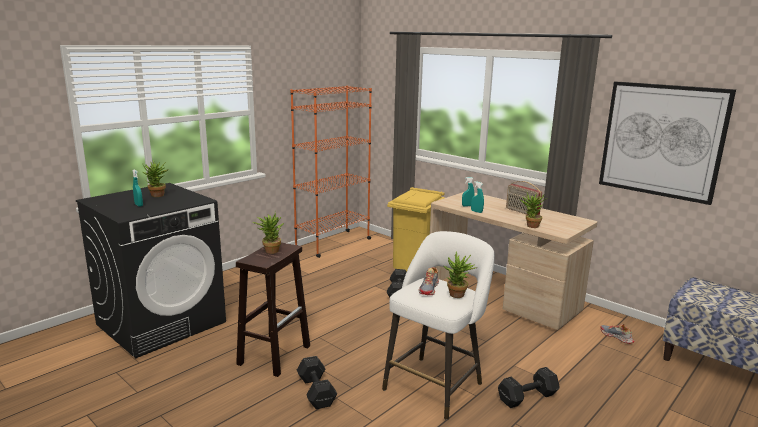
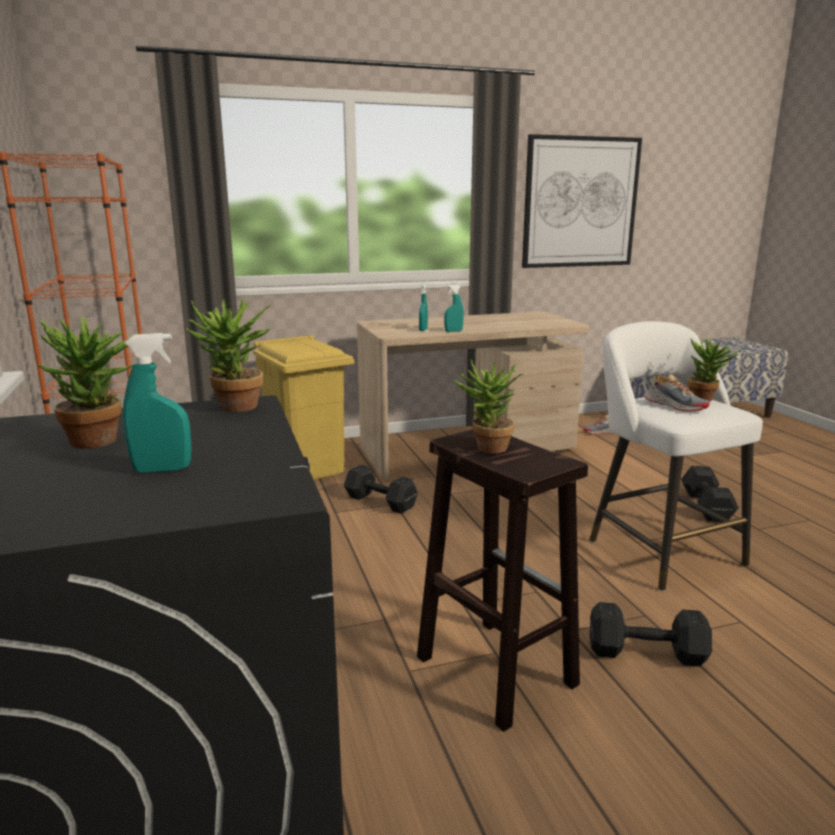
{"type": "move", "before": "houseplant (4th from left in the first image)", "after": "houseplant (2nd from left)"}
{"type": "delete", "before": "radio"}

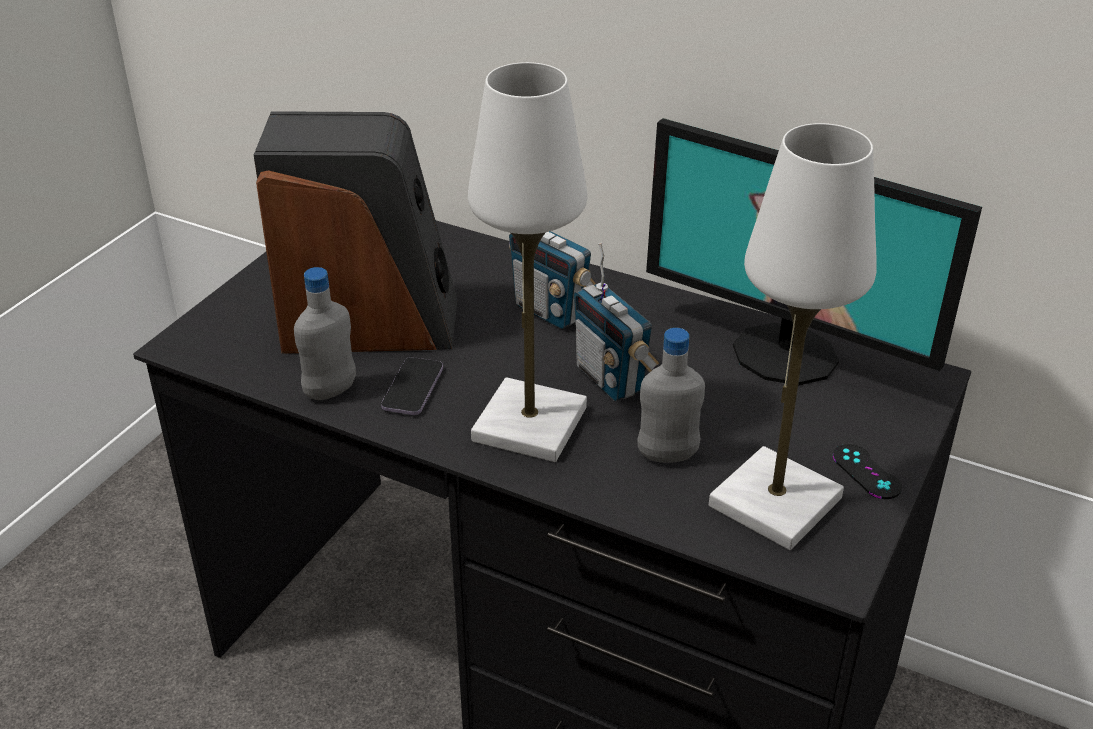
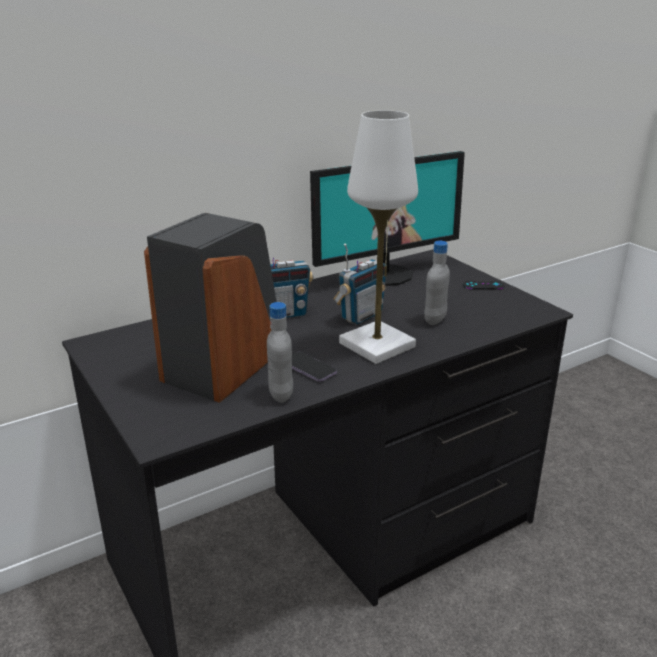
{"type": "rotate", "before": "radio (2nd from left)", "turn": -45}
{"type": "delete", "before": "white-coloured lamp for a table (2nd from left)"}

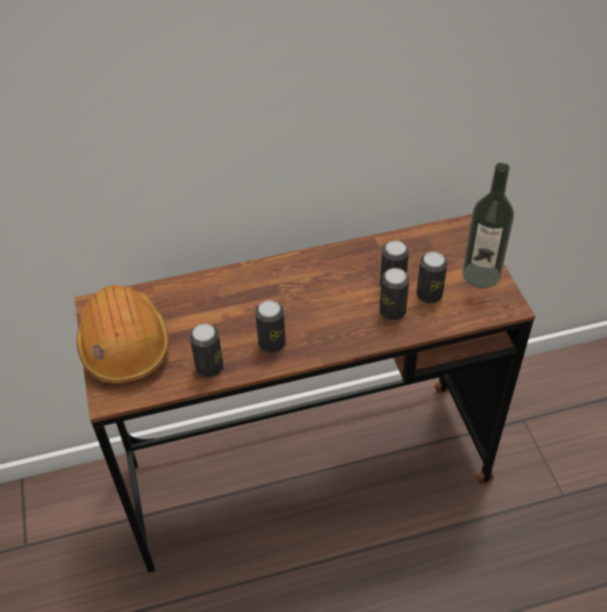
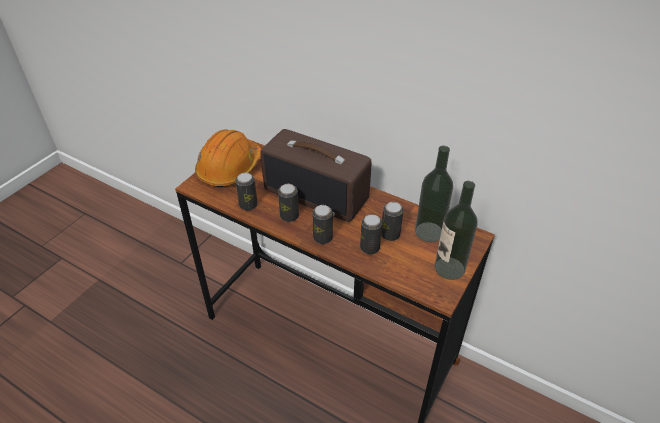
{"type": "insert", "after": "radio"}
{"type": "move", "before": "metal can (5th from left in the first image)", "after": "metal can (3rd from left)"}
{"type": "insert", "after": "bottle (1st from left)"}

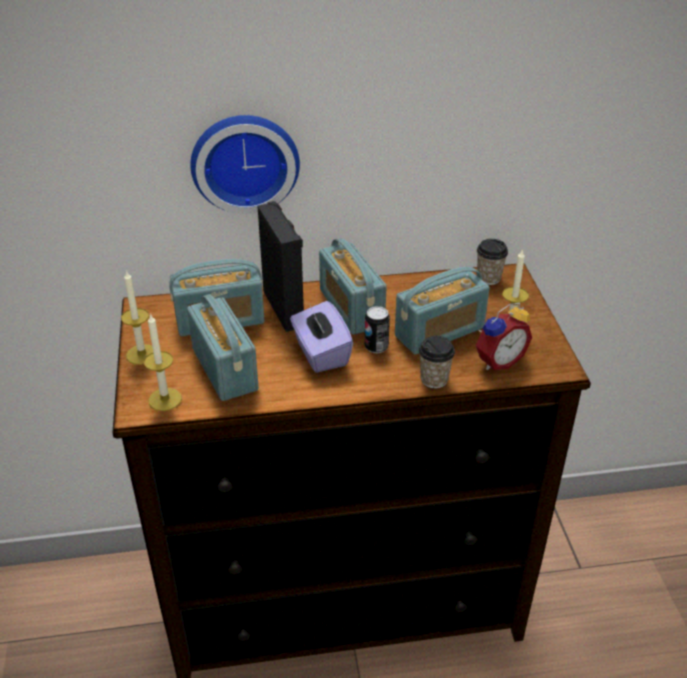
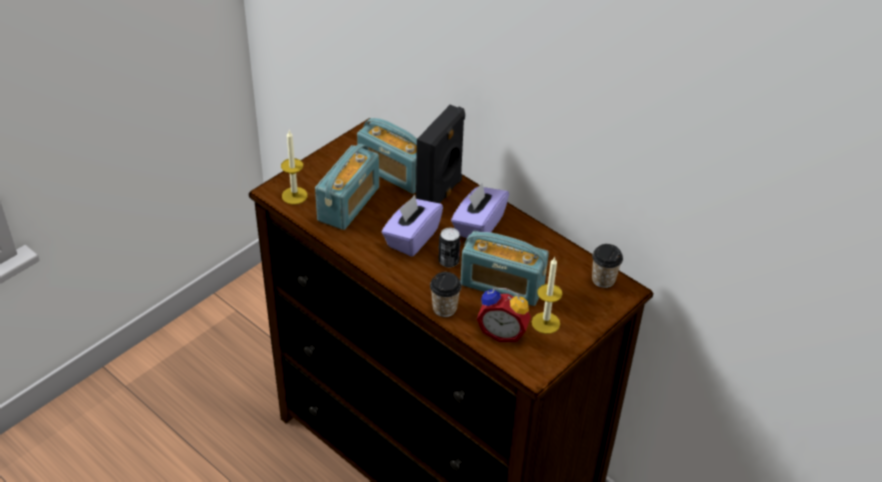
{"type": "replace", "before": "radio (3rd from left)", "after": "purple-coloured tissue holder (2nd from left)"}
{"type": "delete", "before": "wax light (1st from left)"}
{"type": "delete", "before": "wall clock"}

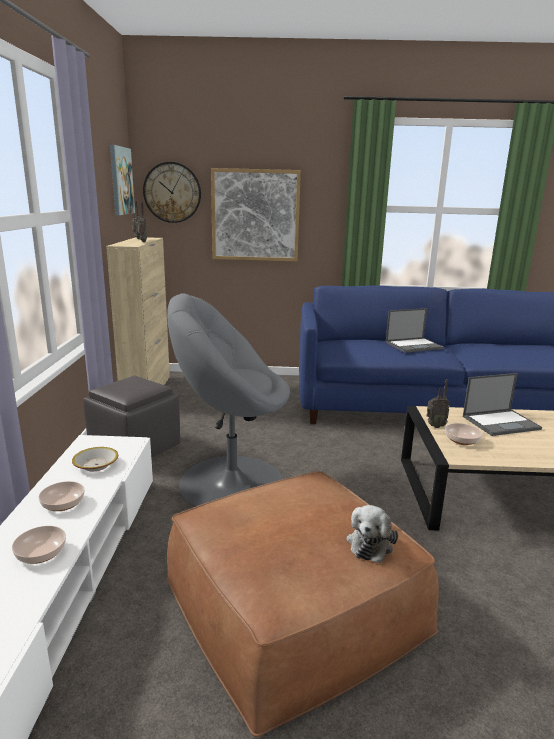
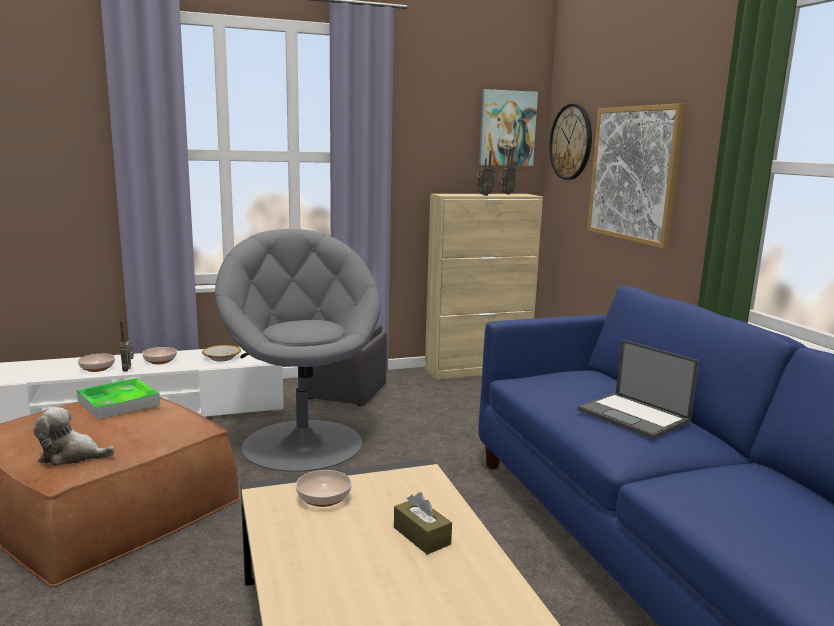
{"type": "insert", "after": "serving tray"}
{"type": "move", "before": "radio (3rd from left in the first image)", "after": "radio (1st from left)"}
{"type": "replace", "before": "laptop (2nd from left)", "after": "brownish tissue holder"}

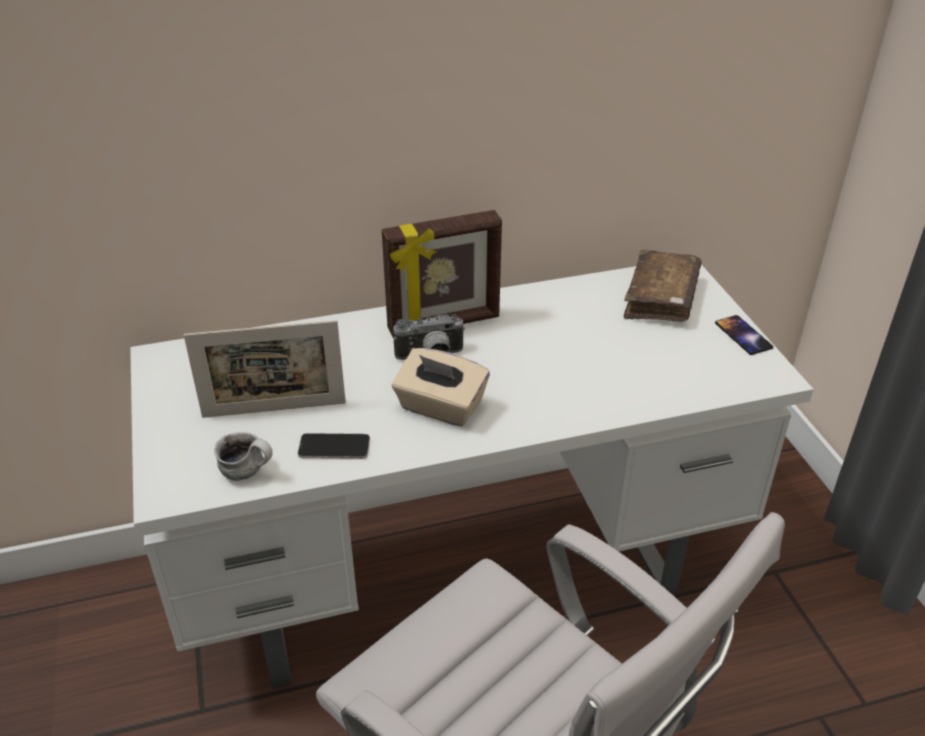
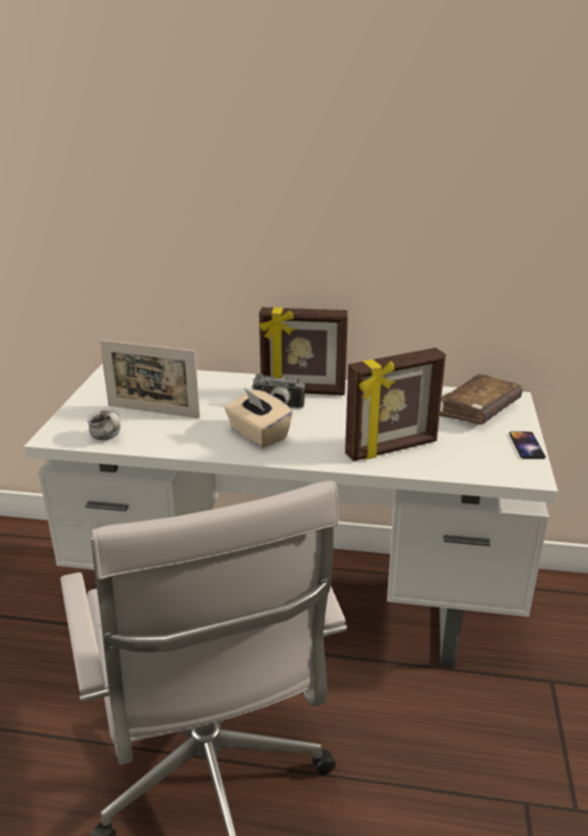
{"type": "insert", "after": "photo frame (3rd from left)"}
{"type": "delete", "before": "handset (1st from left)"}

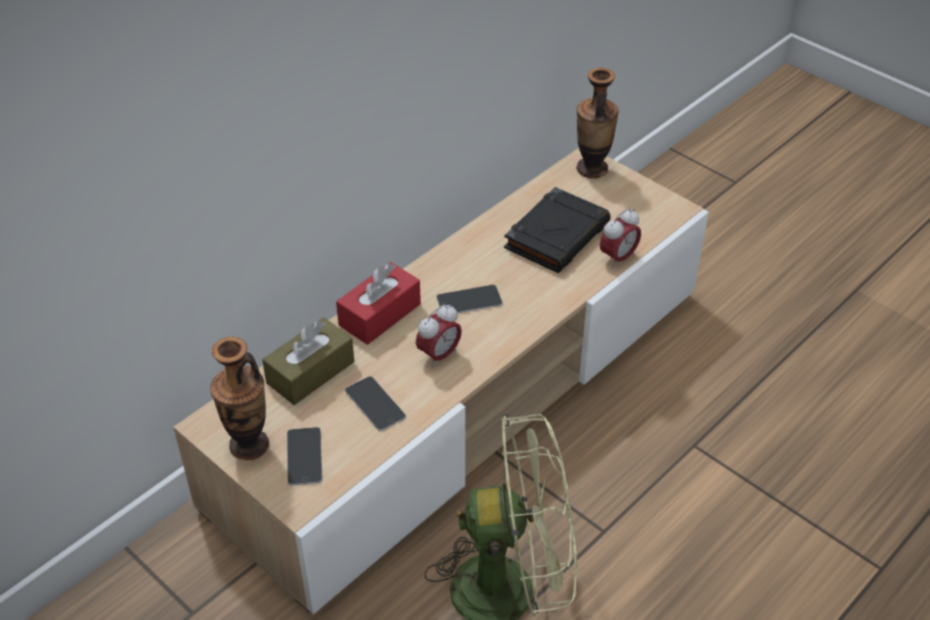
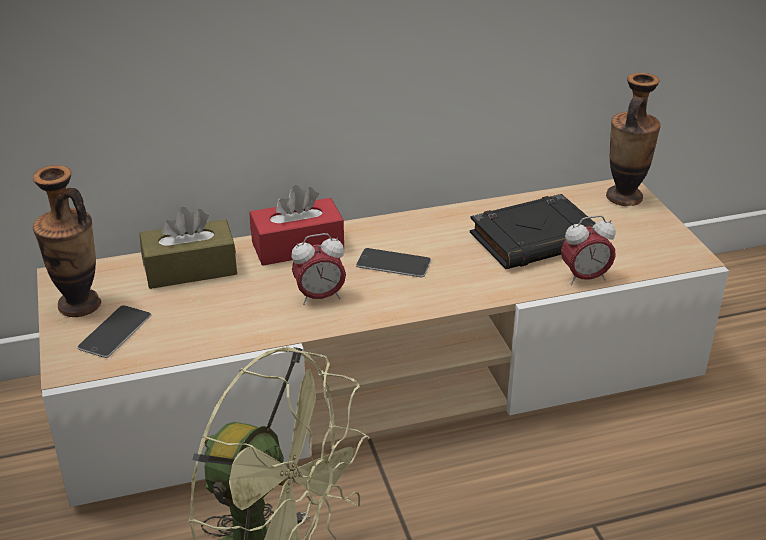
{"type": "delete", "before": "handset (2nd from left)"}

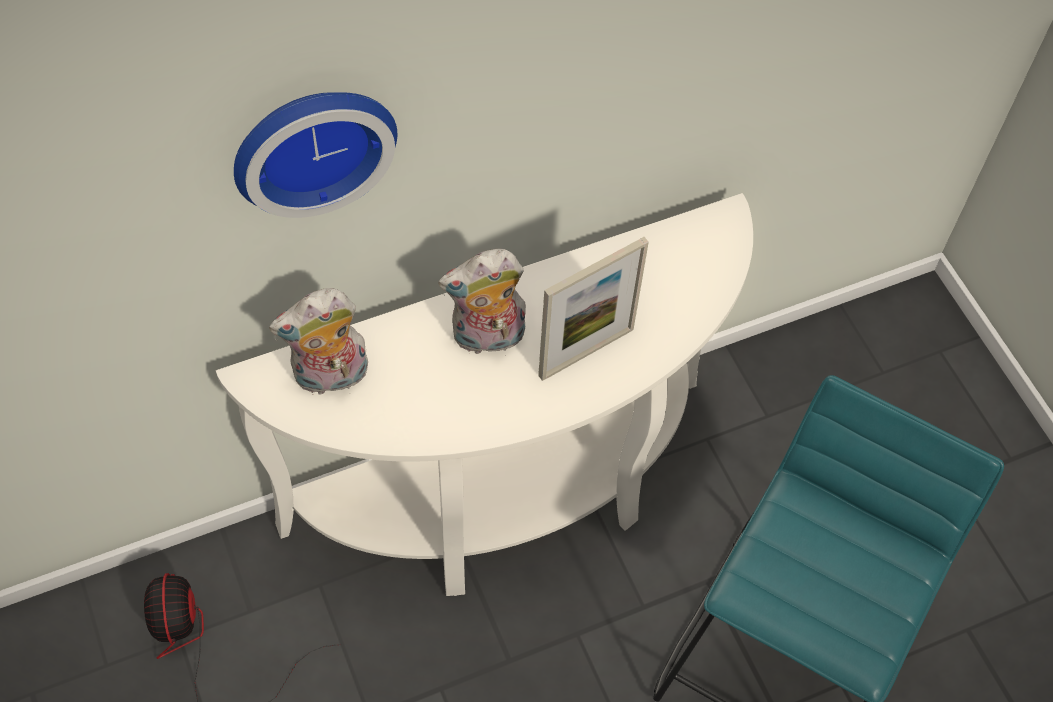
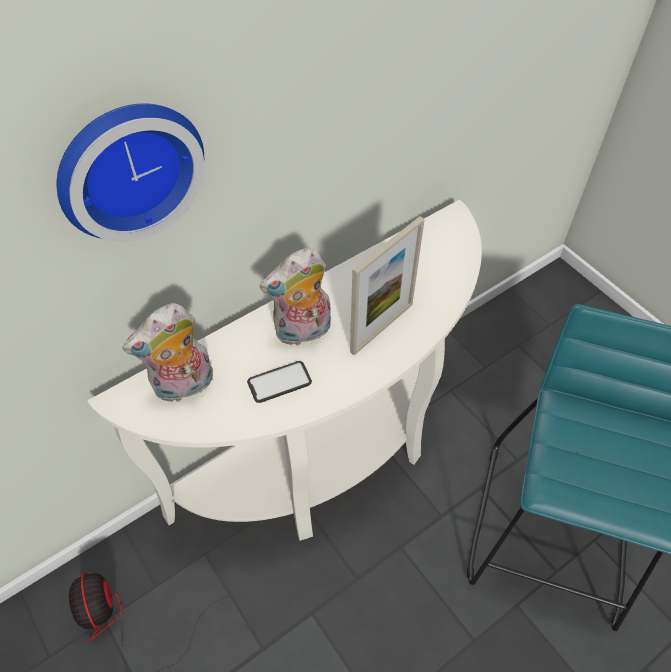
{"type": "insert", "after": "handset"}

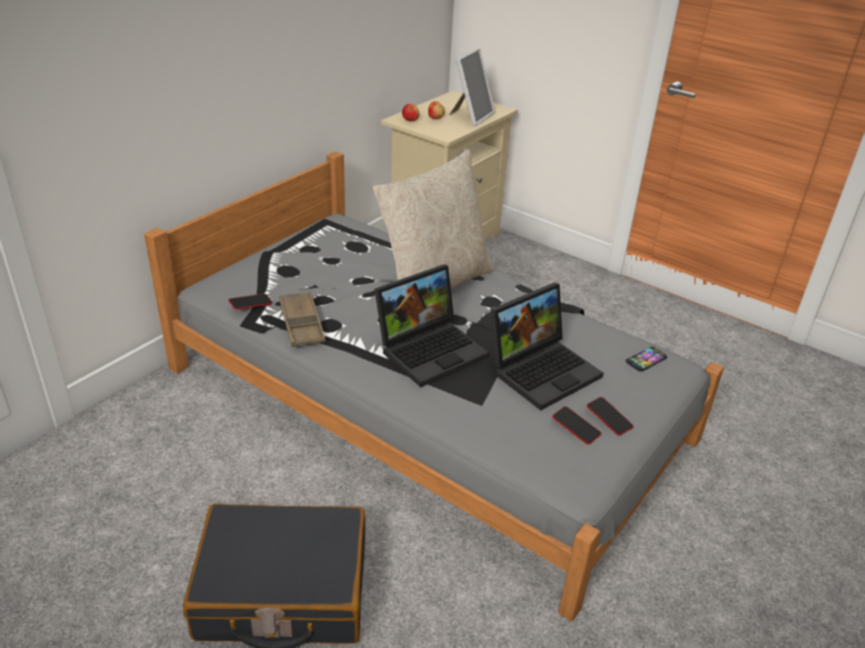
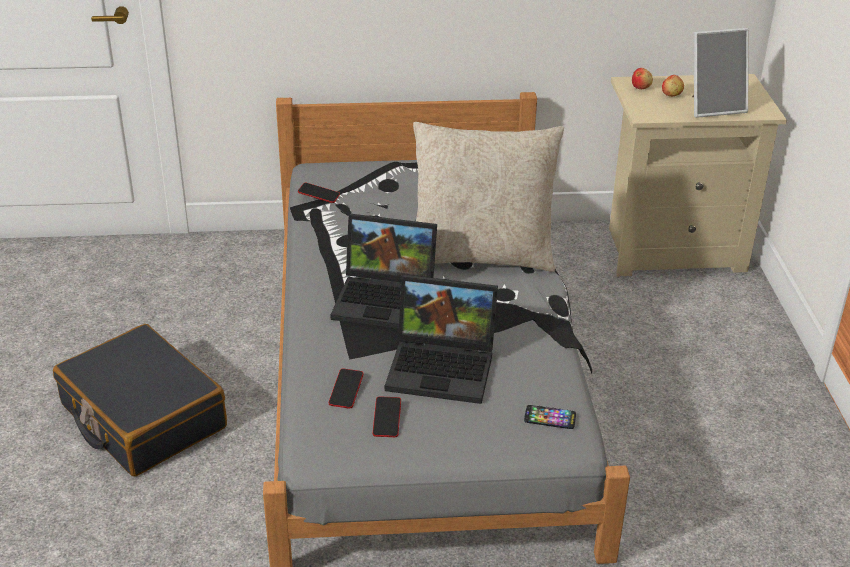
{"type": "move", "before": "handset (3rd from left in the first image)", "after": "handset (2nd from left)"}
{"type": "delete", "before": "brownish serving tray"}

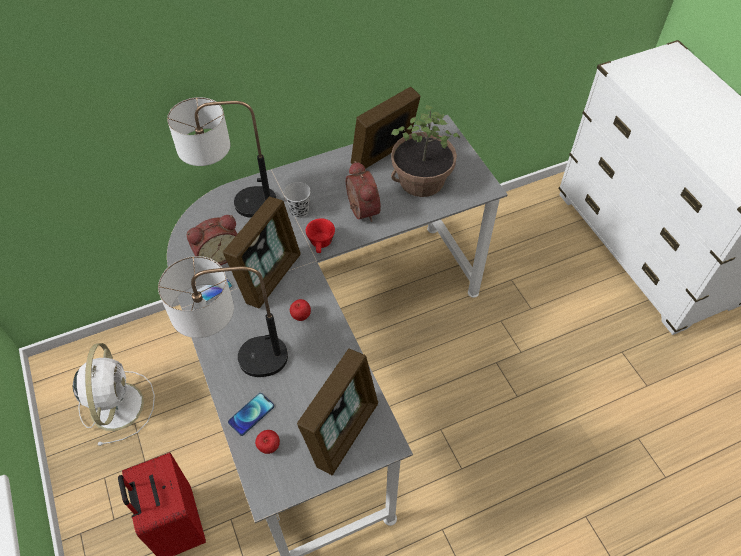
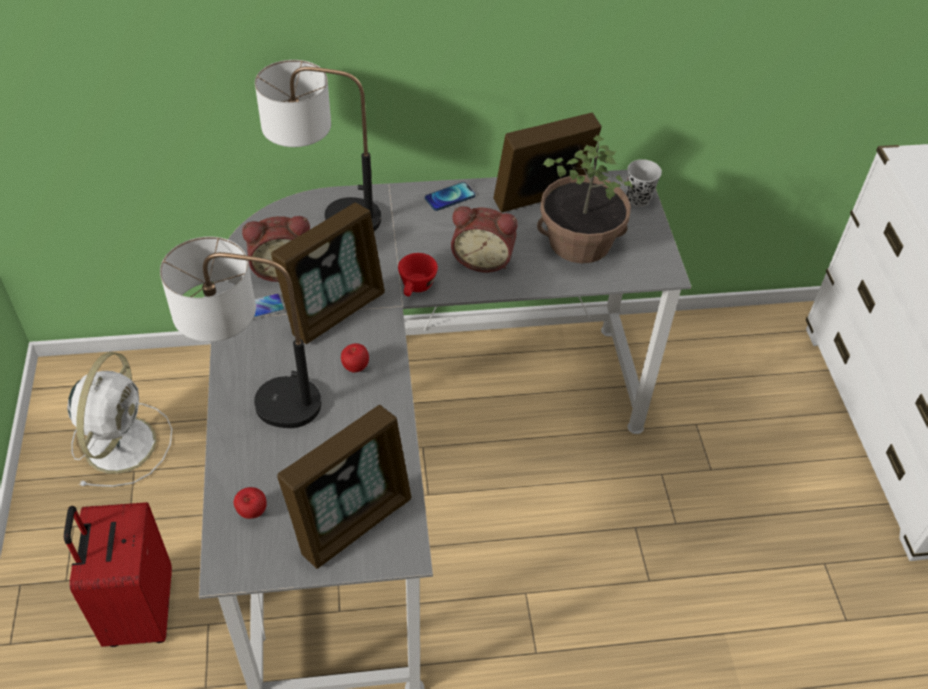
{"type": "move", "before": "handset (2nd from left)"}
{"type": "rotate", "before": "alarm clock (2nd from left)", "turn": 105}
{"type": "move", "before": "black-coloured small cup"}

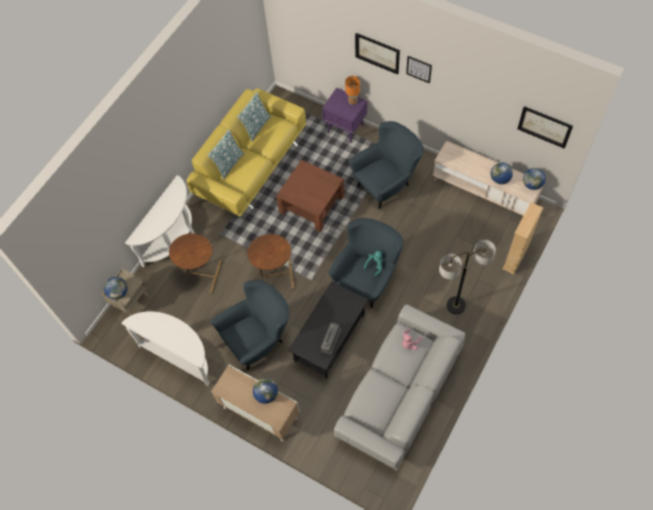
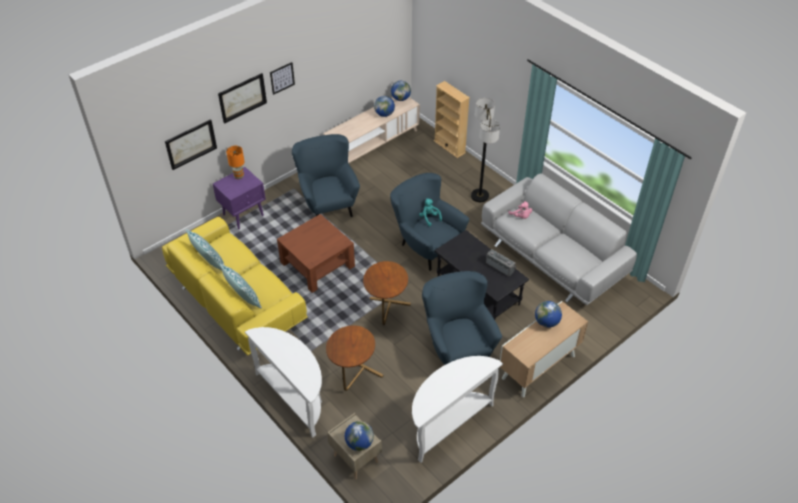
{"type": "move", "before": "wall art (3rd from left in the first image)", "after": "wall art (1st from left)"}

